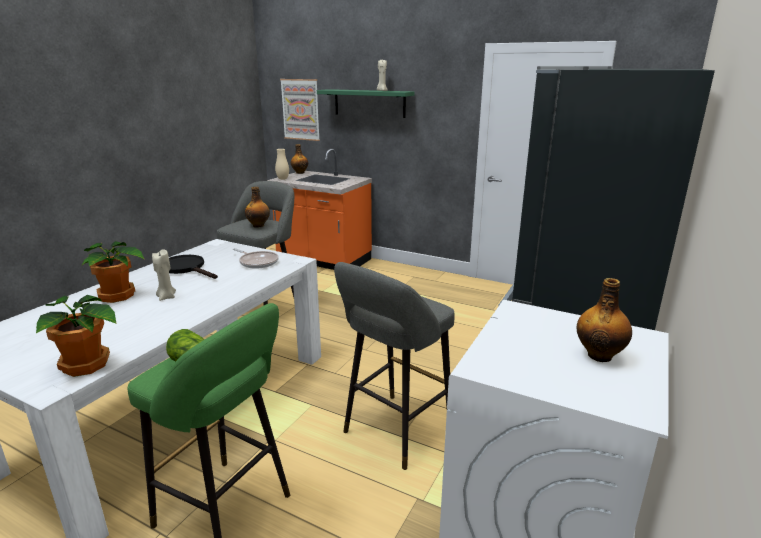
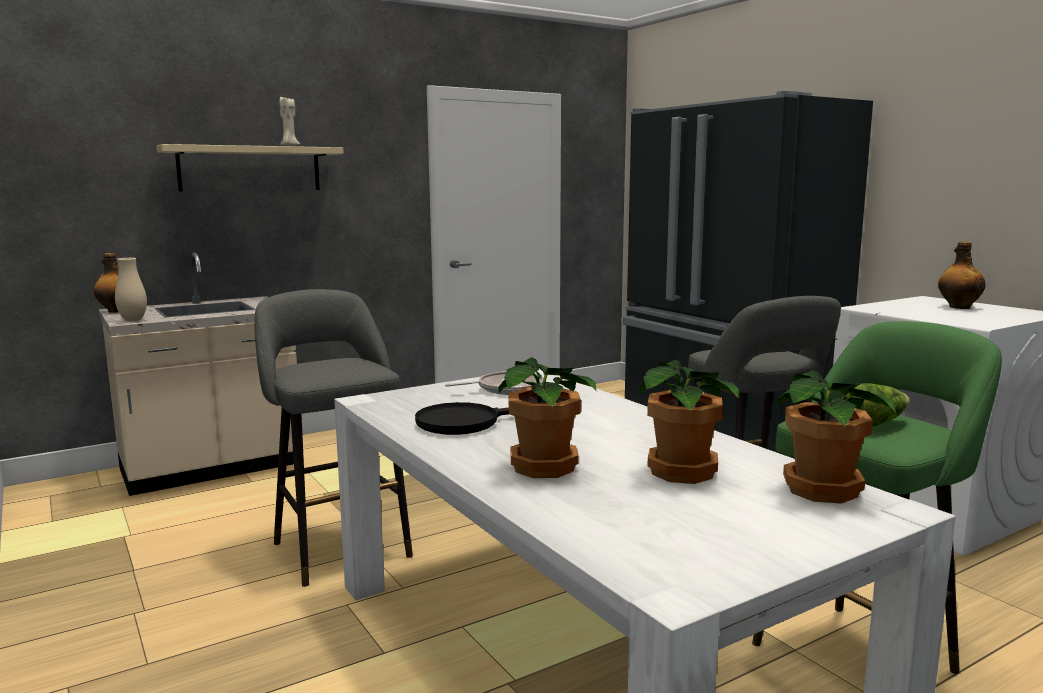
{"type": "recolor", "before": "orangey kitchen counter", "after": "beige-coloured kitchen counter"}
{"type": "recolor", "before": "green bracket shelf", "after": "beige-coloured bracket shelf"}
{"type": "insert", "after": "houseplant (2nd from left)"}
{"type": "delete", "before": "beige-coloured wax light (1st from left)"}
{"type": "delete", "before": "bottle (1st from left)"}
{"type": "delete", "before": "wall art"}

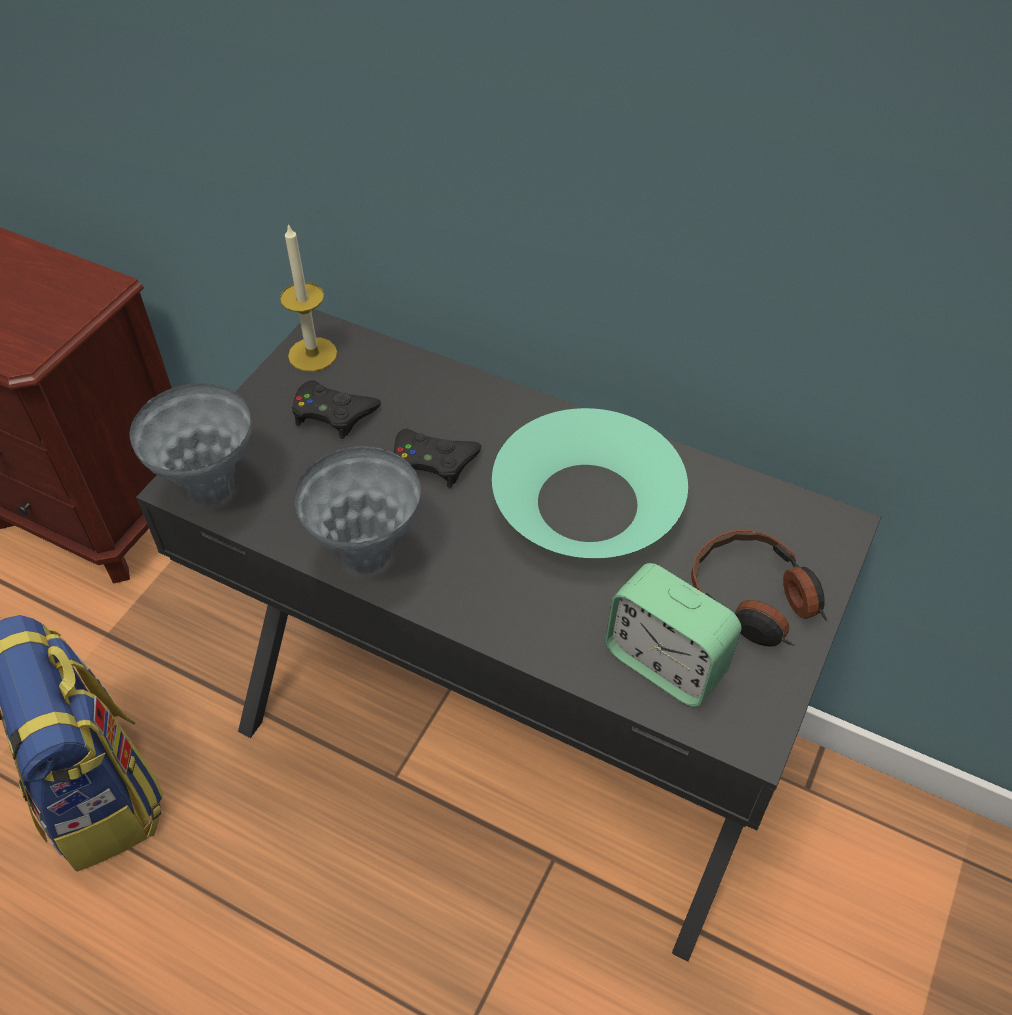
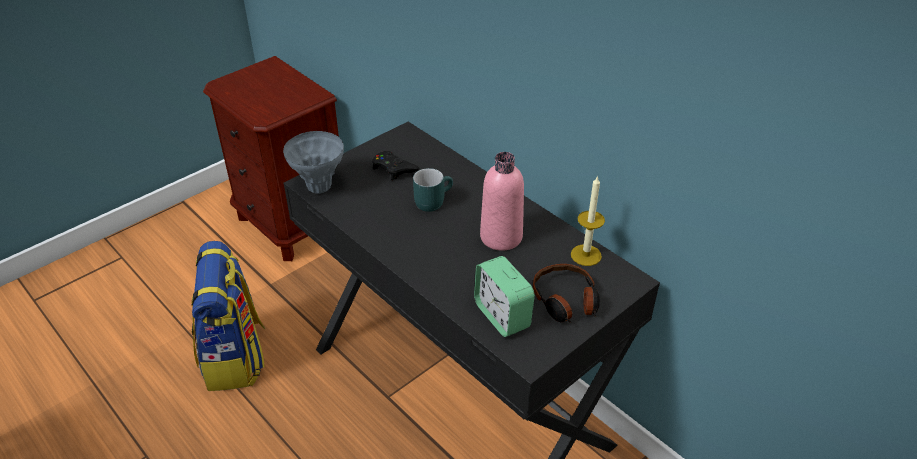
{"type": "replace", "before": "black-coloured game controller (2nd from left)", "after": "blue-green mug"}
{"type": "replace", "before": "blue-green bowl", "after": "pink bottle"}
{"type": "move", "before": "wax light"}
{"type": "delete", "before": "greyish flower vase (2nd from left)"}

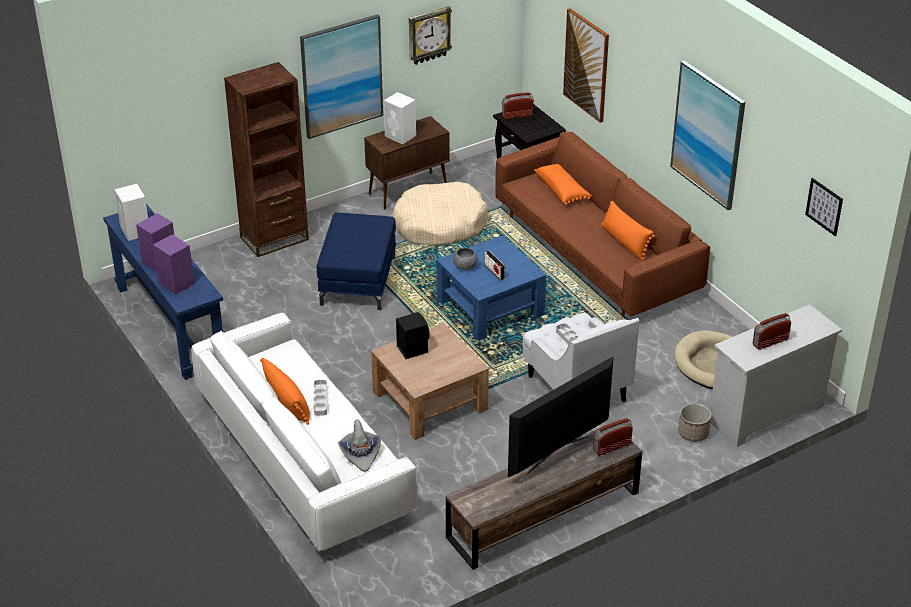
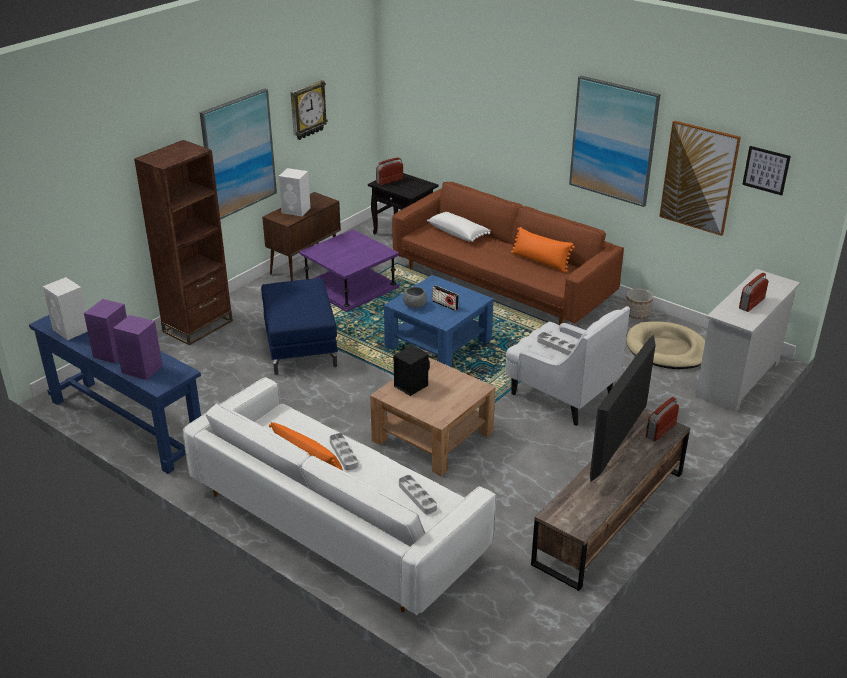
{"type": "replace", "before": "beige-coloured dog bed (1st from left)", "after": "purple-coloured end table"}
{"type": "replace", "before": "greyish wearable hat", "after": "greyish serving tray (2nd from left)"}
{"type": "recolor", "before": "orangey cushion (2nd from left)", "after": "white-coloured cushion"}
{"type": "move", "before": "planter"}
{"type": "move", "before": "wall art (2nd from left in the first image)", "after": "wall art (3rd from left)"}

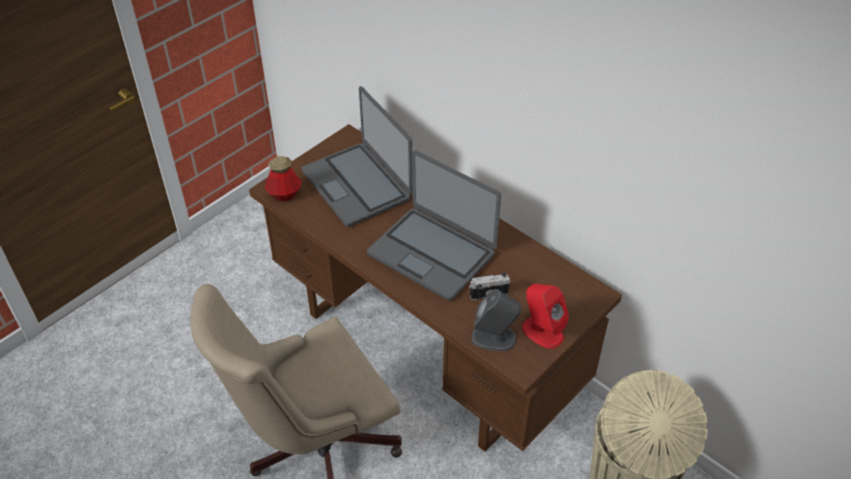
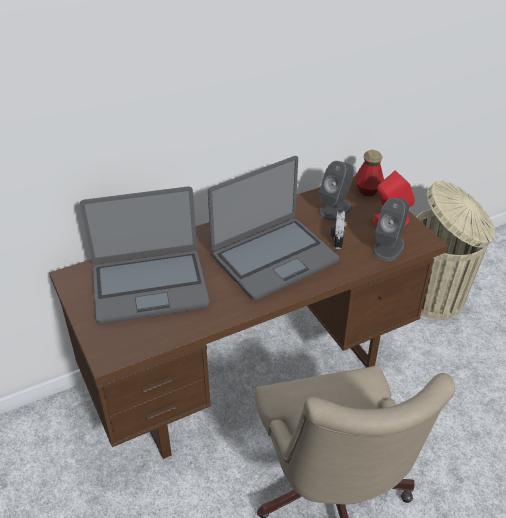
{"type": "insert", "after": "greyish audio speaker (1st from left)"}
{"type": "move", "before": "bottle"}

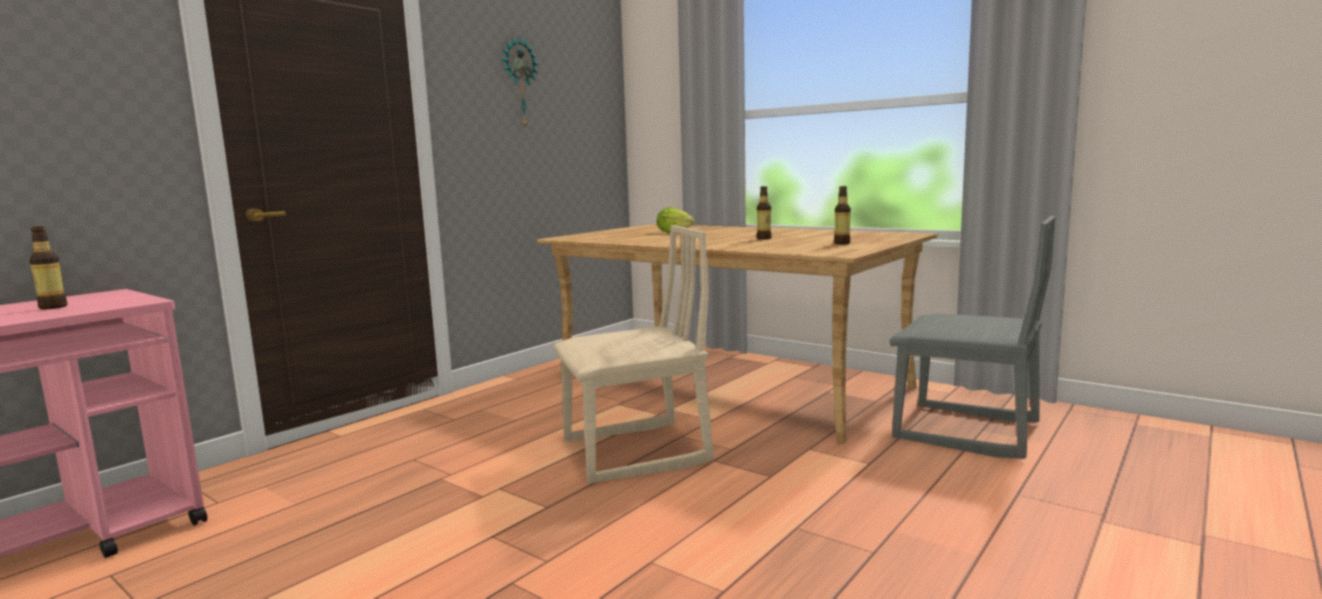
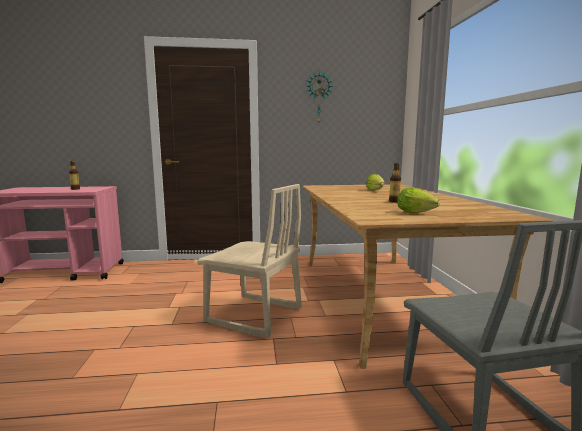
{"type": "replace", "before": "bottle (3rd from left)", "after": "lettuce (2nd from left)"}

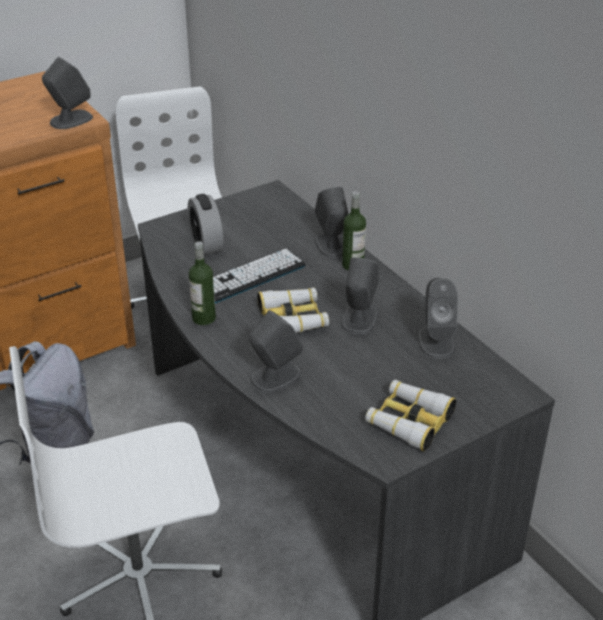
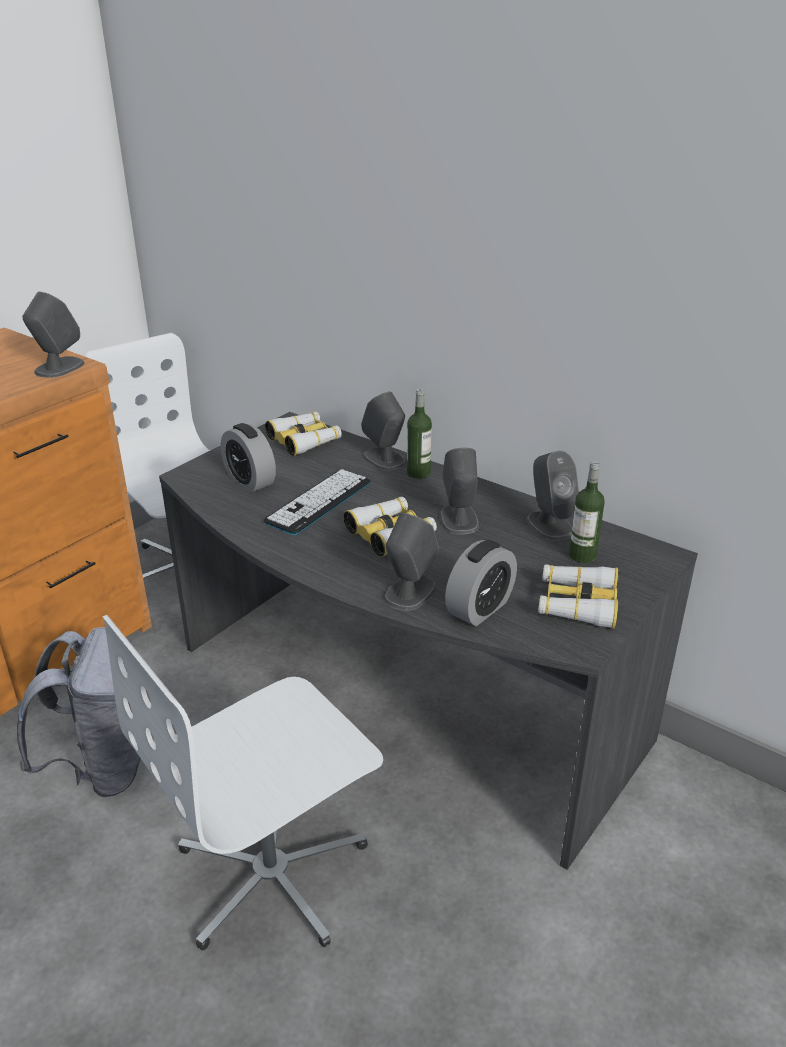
{"type": "insert", "after": "pair of binoculars (1st from left)"}
{"type": "insert", "after": "alarm clock (2nd from left)"}
{"type": "move", "before": "bottle (1st from left in the first image)", "after": "bottle (2nd from left)"}

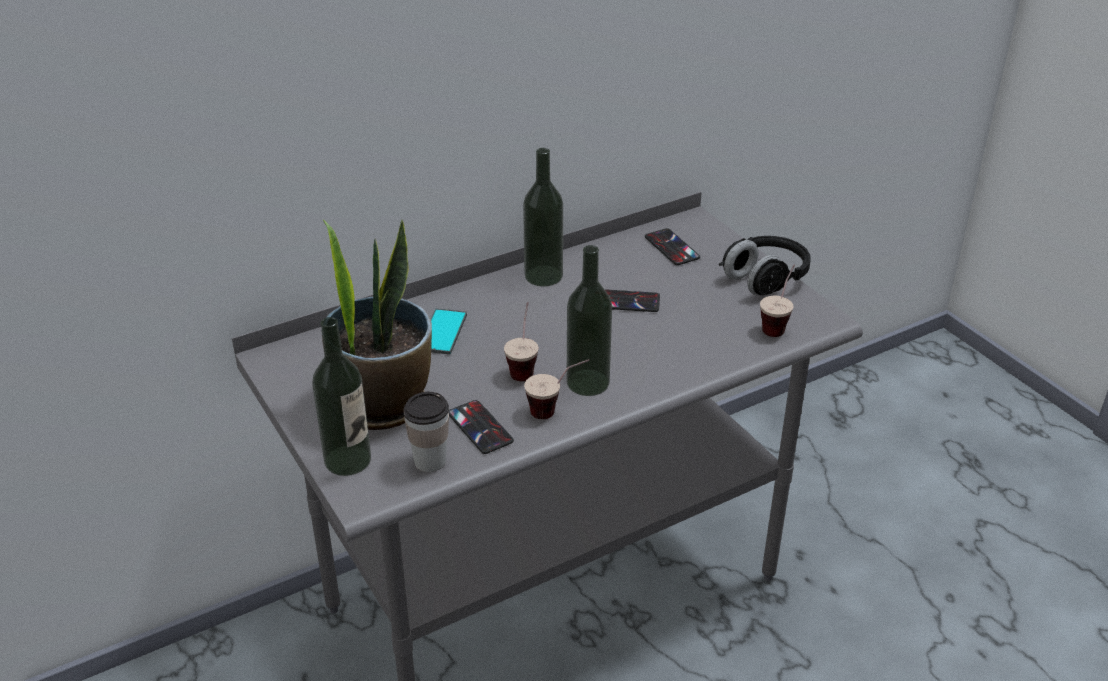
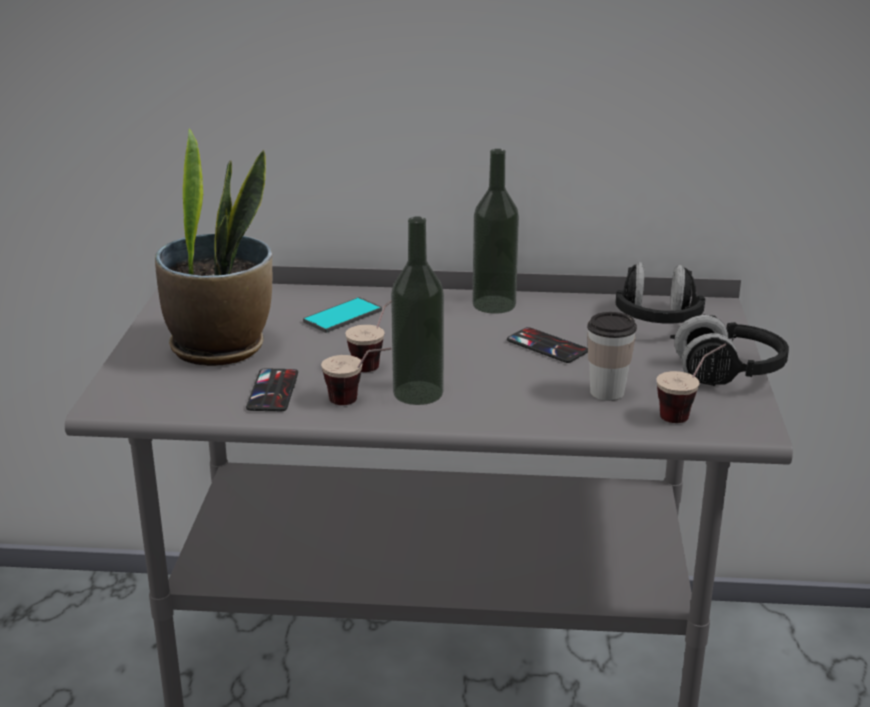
{"type": "move", "before": "small cup (1st from left in the first image)", "after": "small cup (3rd from left)"}
{"type": "replace", "before": "handset (4th from left)", "after": "black-coloured pair of headphones (1st from left)"}
{"type": "delete", "before": "bottle (1st from left)"}

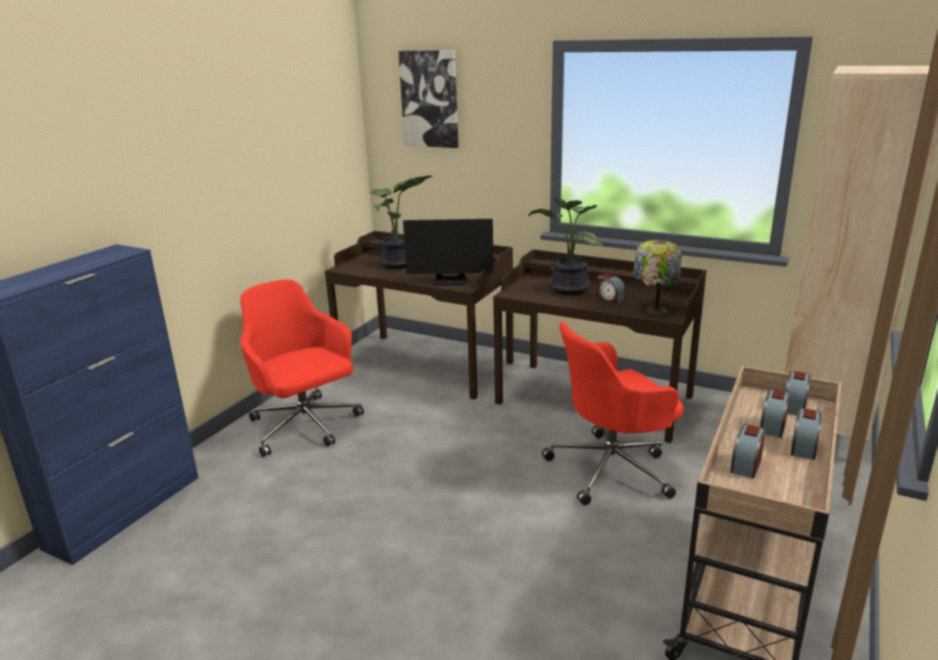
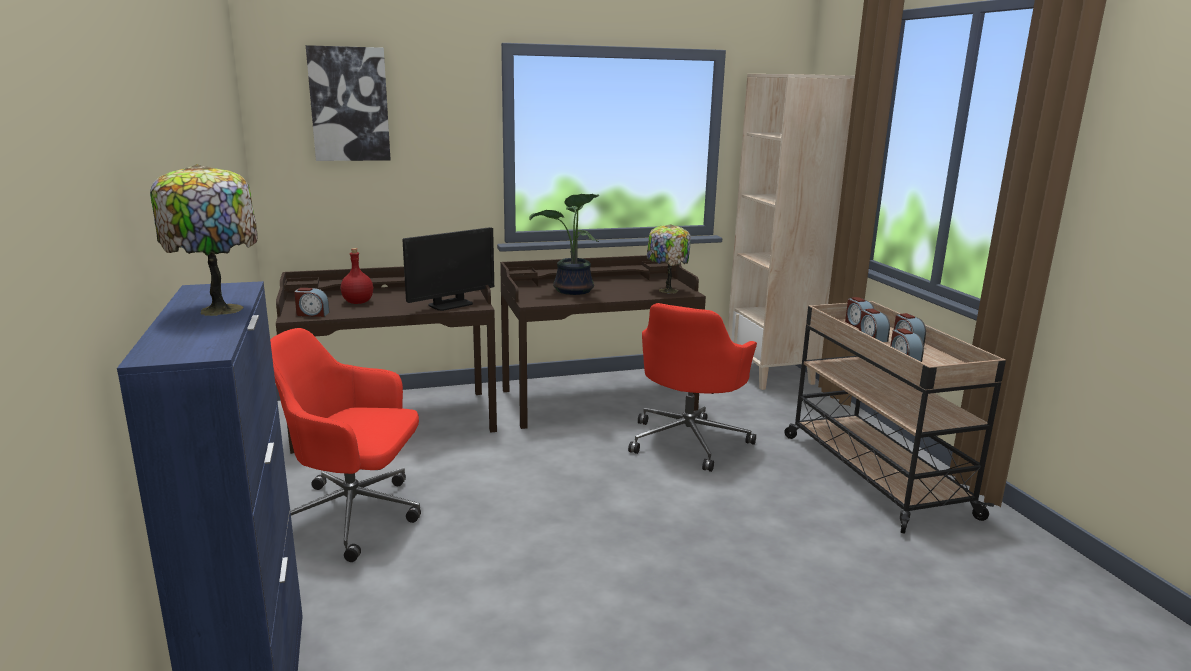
{"type": "insert", "after": "lamp for a table (1st from left)"}
{"type": "move", "before": "alarm clock (1st from left)"}
{"type": "replace", "before": "houseplant (1st from left)", "after": "reddish bottle"}

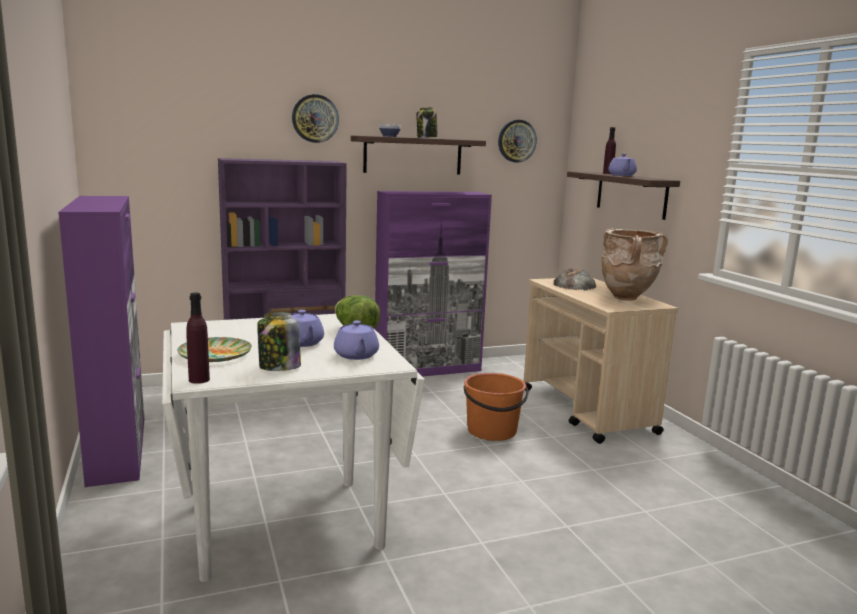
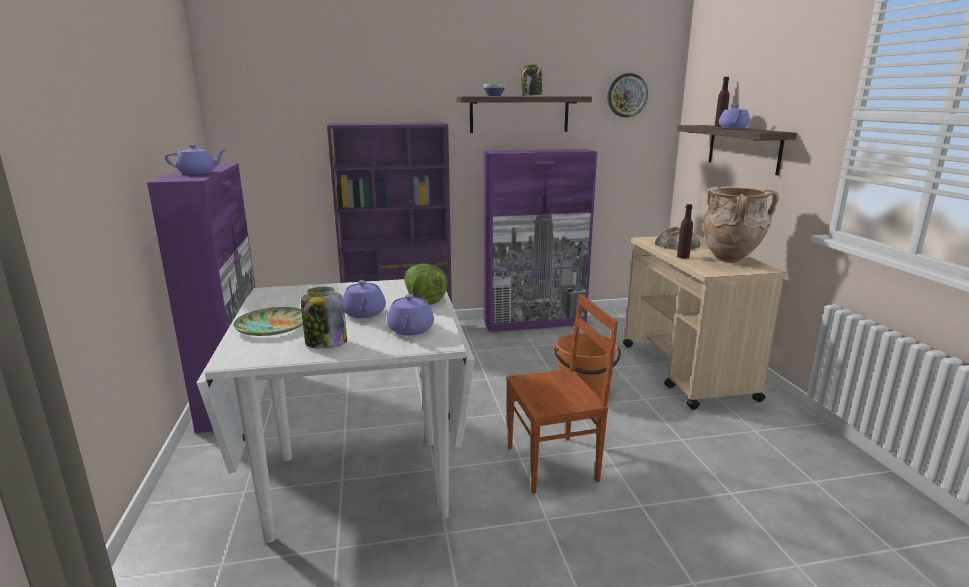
{"type": "insert", "after": "purple-coloured tea pot (1st from left)"}
{"type": "insert", "after": "brownish plain chair"}
{"type": "move", "before": "purple-coloured bottle (1st from left)"}
{"type": "delete", "before": "wall clock (1st from left)"}

